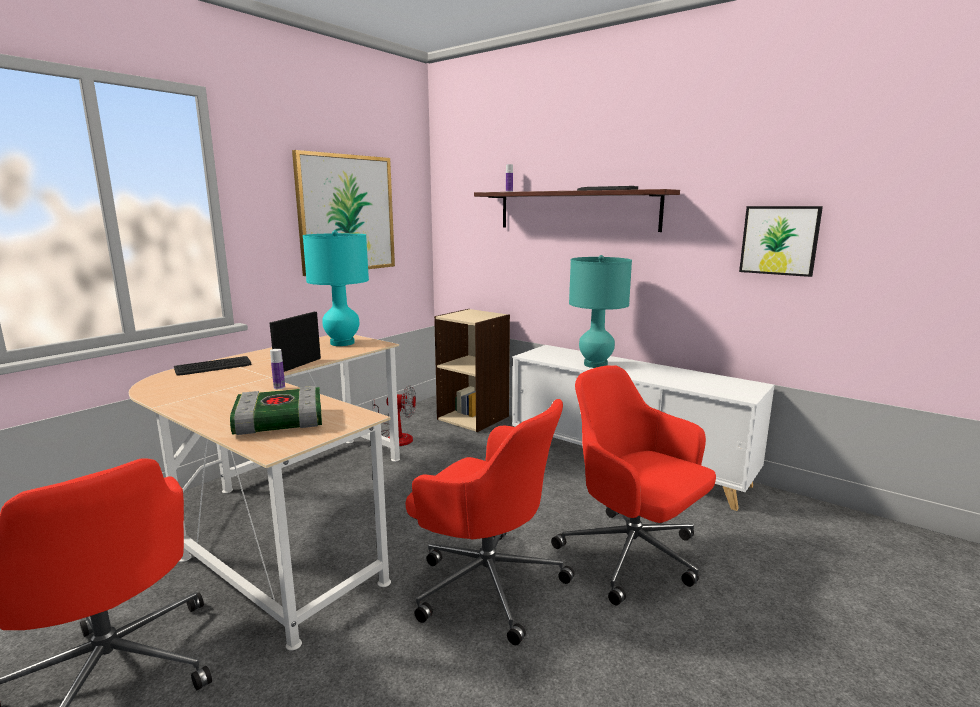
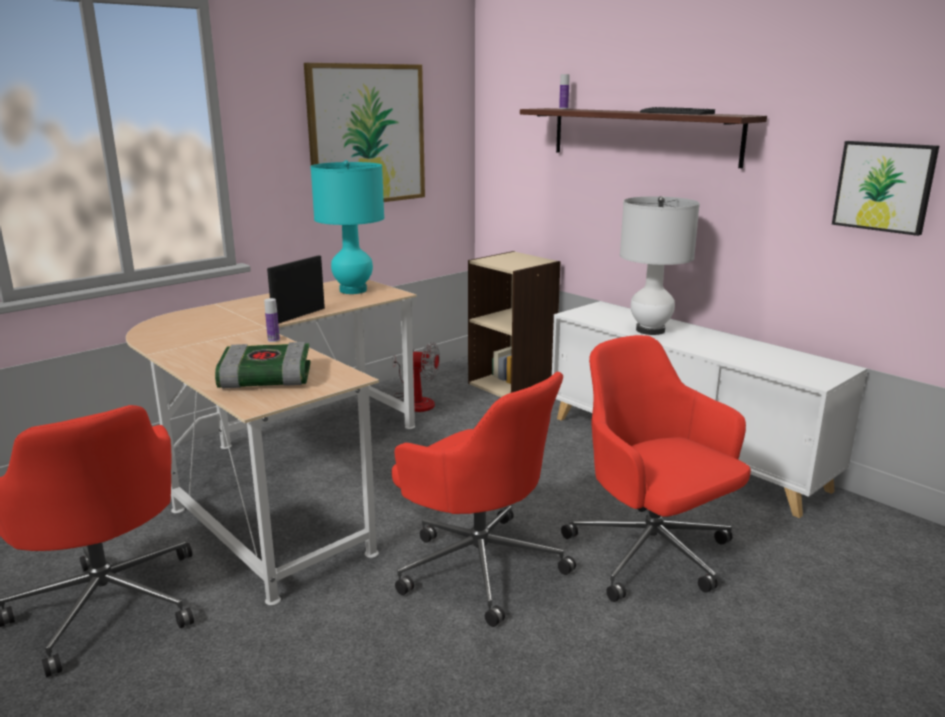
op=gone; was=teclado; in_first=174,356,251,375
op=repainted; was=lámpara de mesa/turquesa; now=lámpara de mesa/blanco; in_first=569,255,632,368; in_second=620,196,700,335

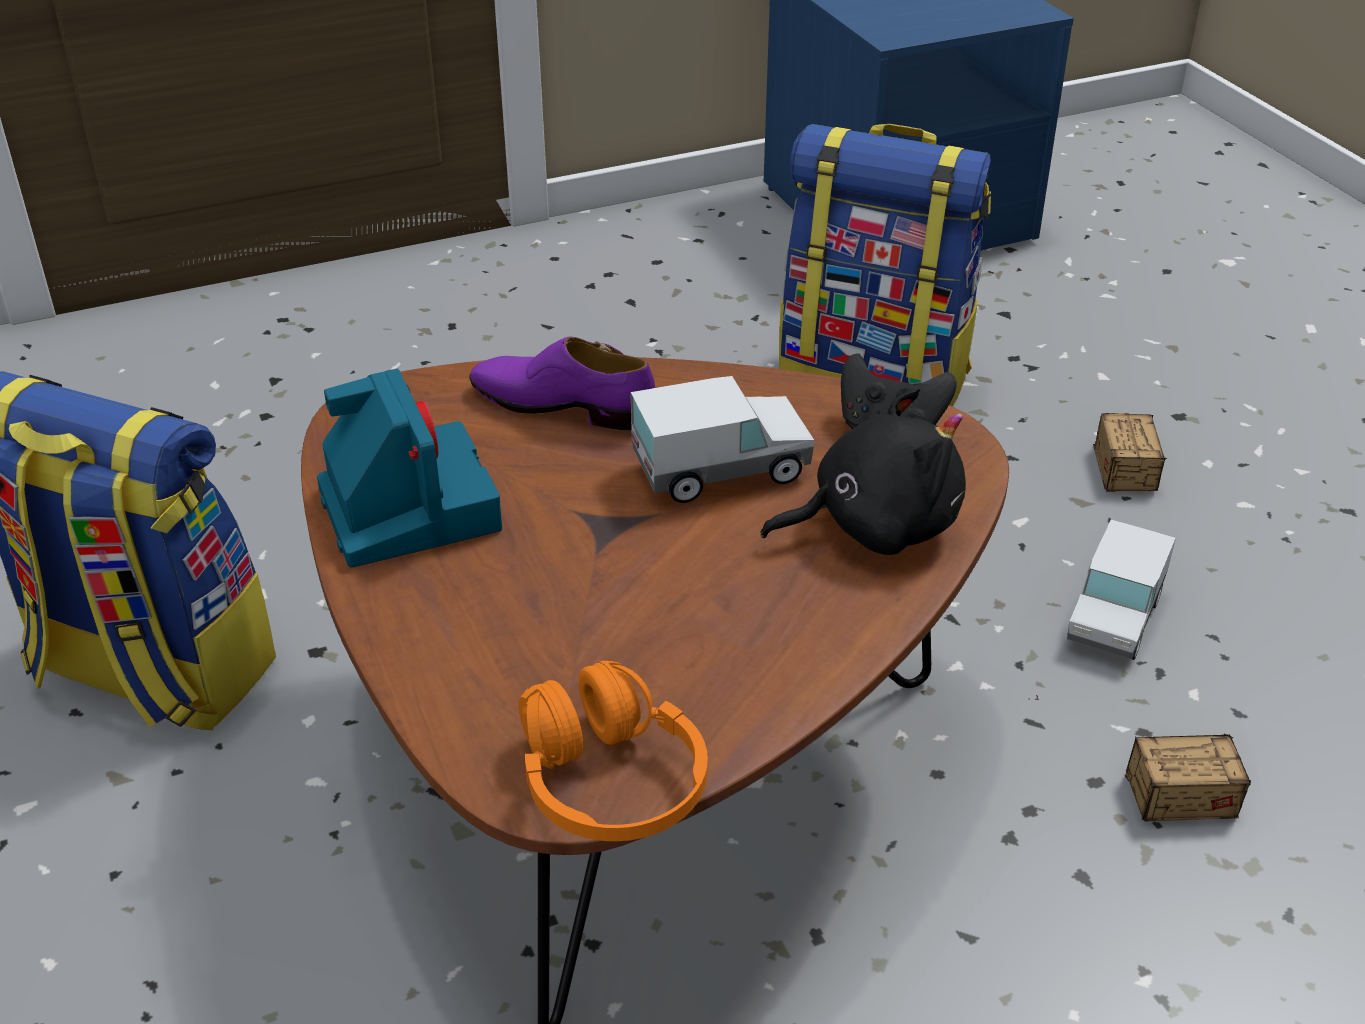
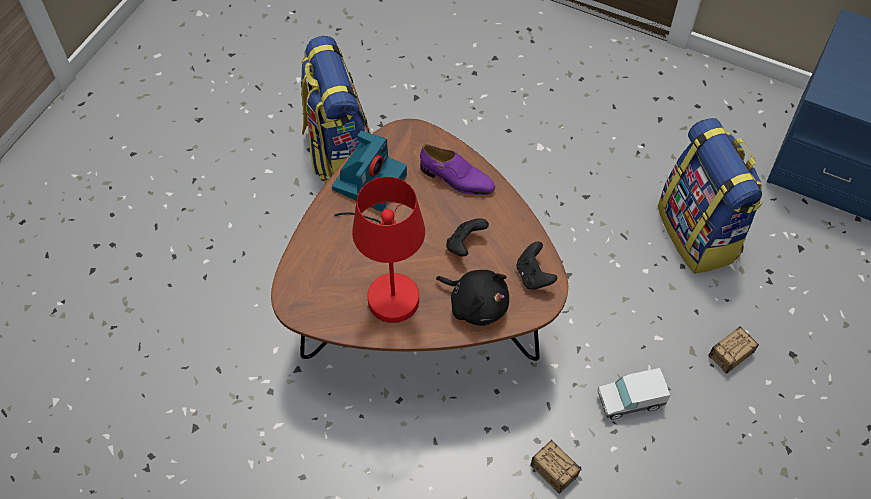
op=gone; was=auriculares/naranja; in_first=518,661,708,841
op=new; now=lámpara de mesa/rojo; in_second=334,177,425,323
op=swapped; was=camión de juguete; now=mando de consola/negro; in_first=631,376,814,503; in_second=446,218,489,257
op=rotated; was=zapato/morado; in_first=469,337,655,430; in_second=420,144,495,195; clockwise=135

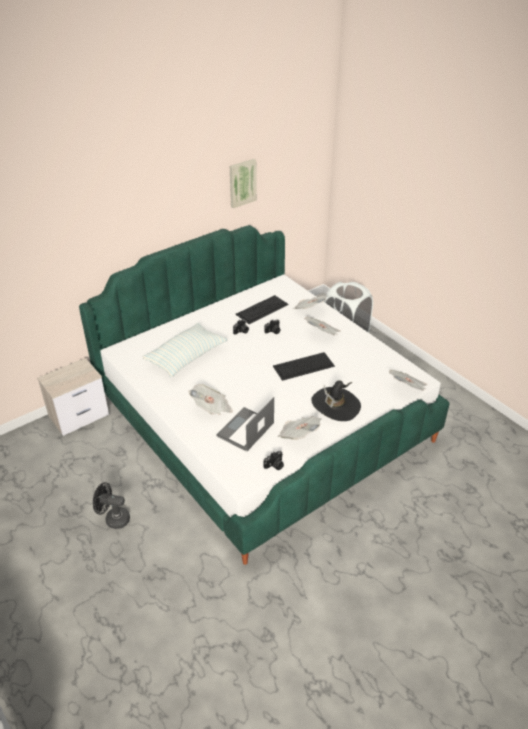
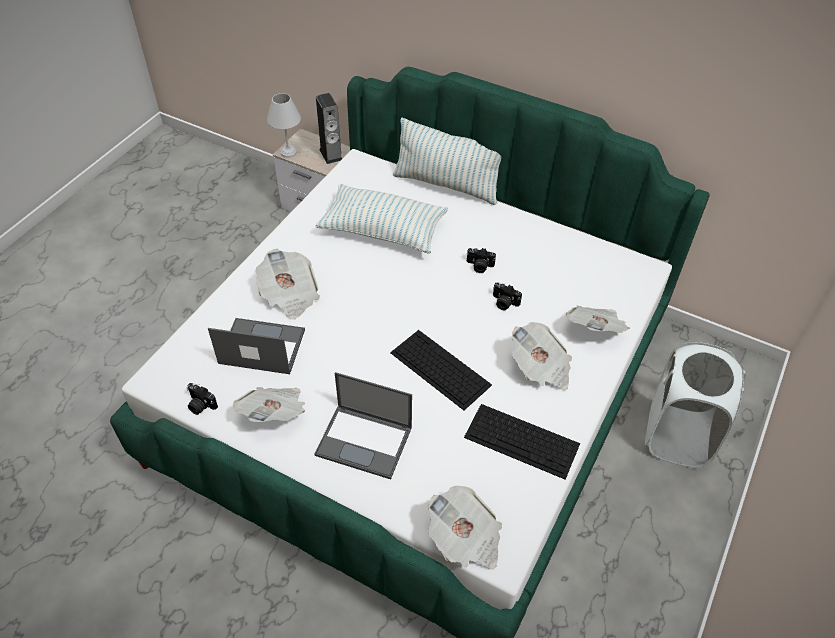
op=gone; was=ventilador/negro; in_first=93,482,130,529
op=gone; was=cuadro; in_first=230,159,257,208
op=new; now=lámpara de mesa/blanco; in_second=267,93,301,158
op=new; now=altavoz; in_second=316,93,342,164
op=new; now=cojín; in_second=393,117,501,205
op=shifted; was=teclado; in_first=235,295,289,324; in_second=464,404,580,480
op=swapped; was=sombrero/negro; now=portátil; in_first=311,380,361,421; in_second=315,372,412,479

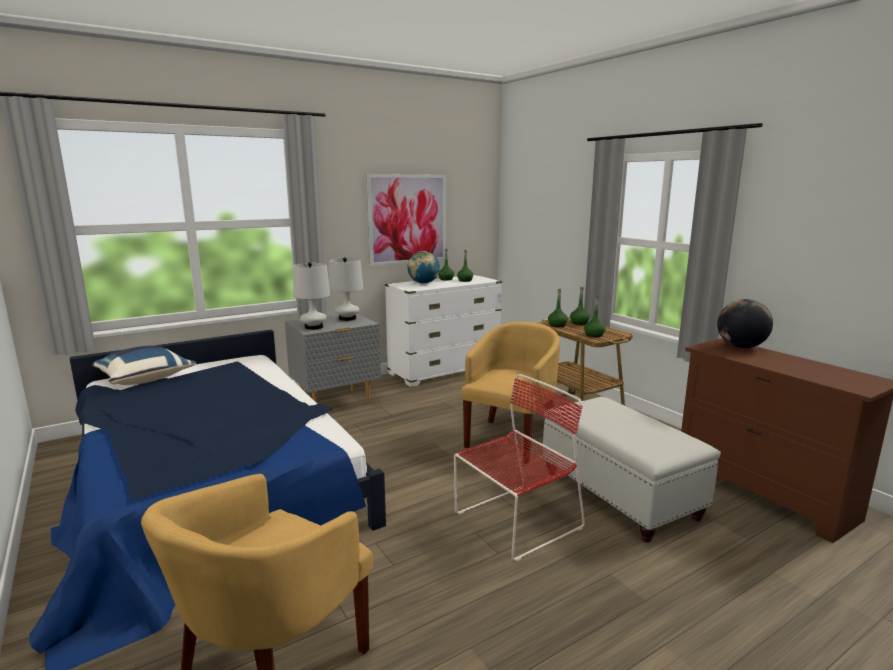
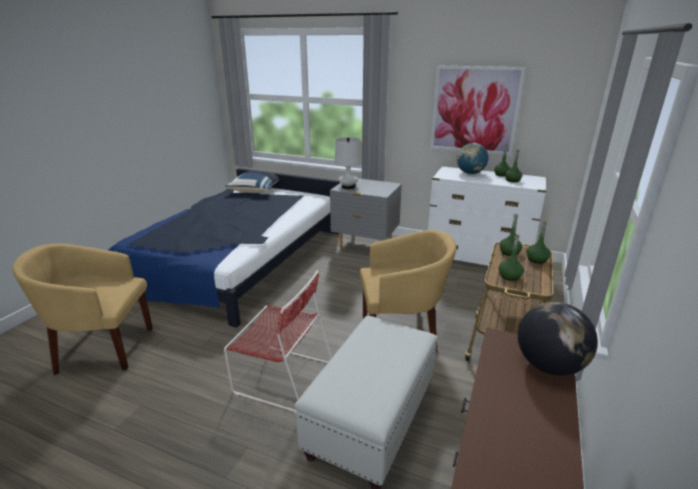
op=gone; was=lámpara de mesa/blanco; in_first=329,258,363,321

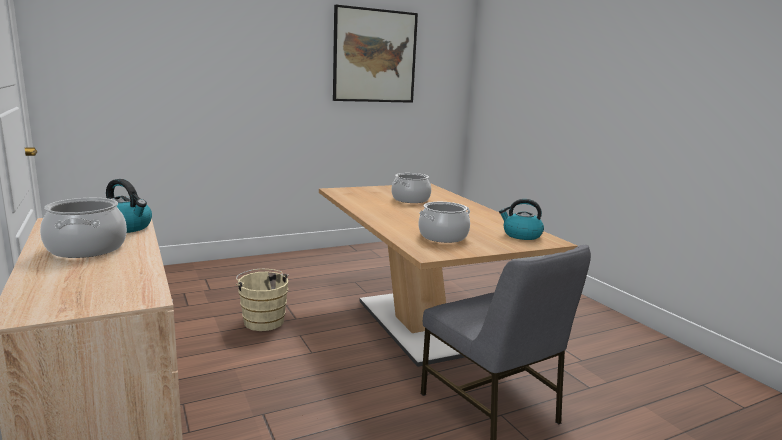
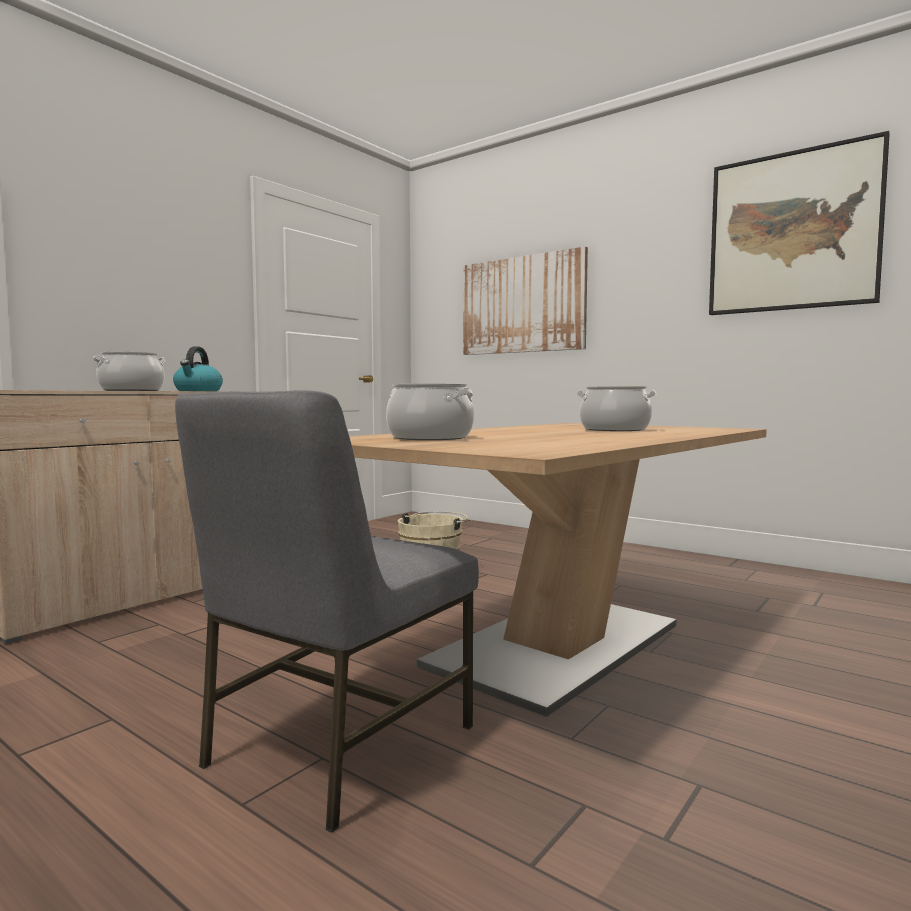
op=gone; was=hervidor; in_first=499,199,544,240
op=new; now=cuadro; in_second=463,247,588,355

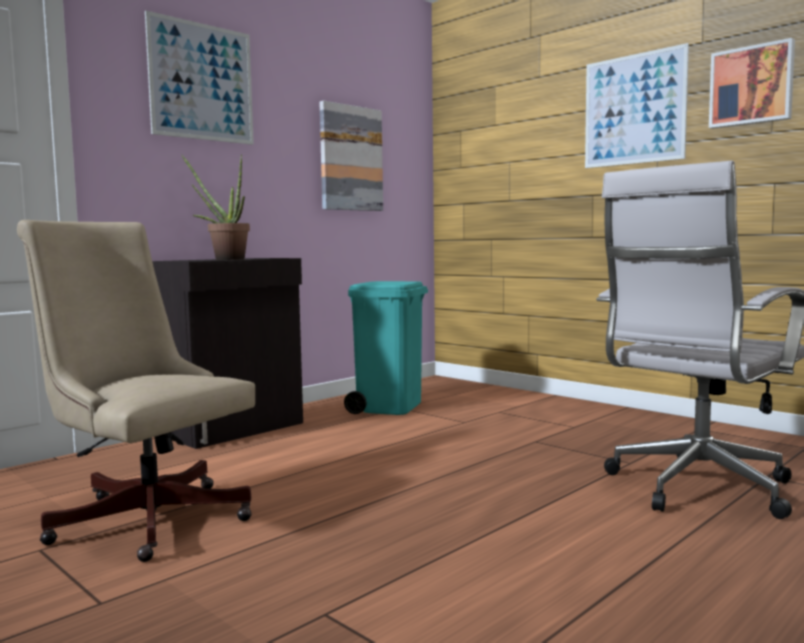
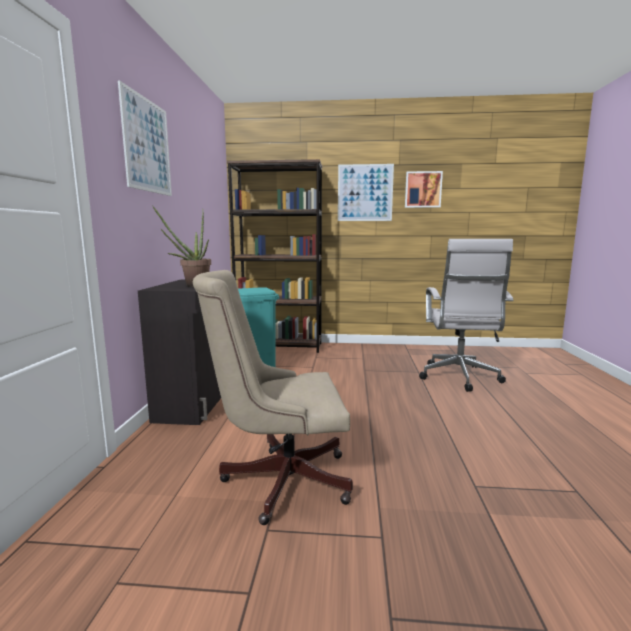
op=gone; was=cuadro; in_first=320,100,383,211
op=new; now=estantería/marrón; in_second=227,159,322,353

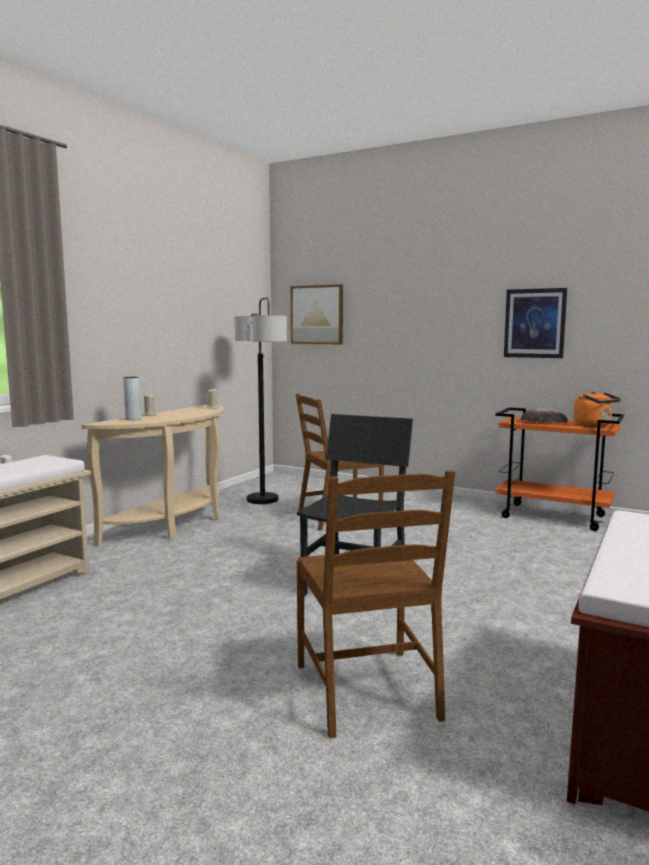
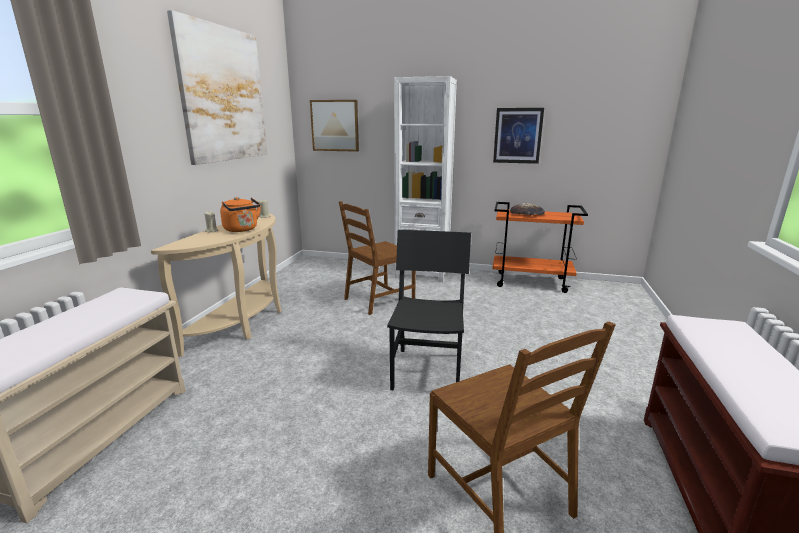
op=gone; was=florero/gris; in_first=123,377,141,420
op=gone; was=lámpara de pie; in_first=234,297,287,504
op=new; now=cuadro; in_second=167,10,267,165
op=new; now=estantería/blanco; in_second=394,76,457,282
op=shifted; was=hervidor/naranja; in_first=574,391,621,427; in_second=220,197,261,232

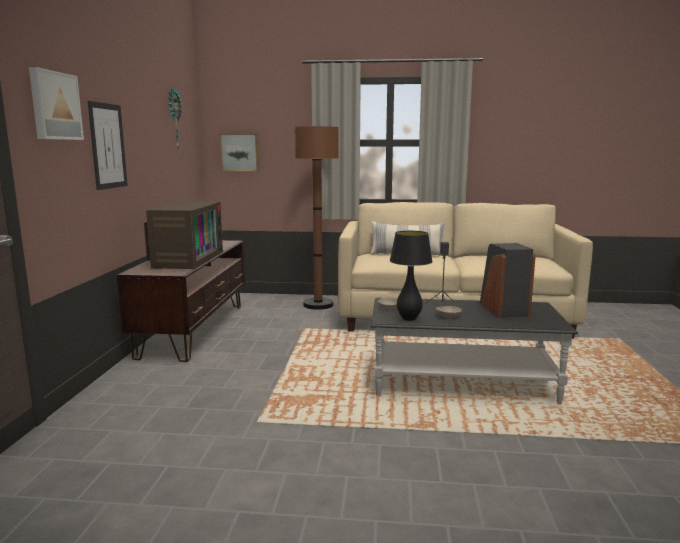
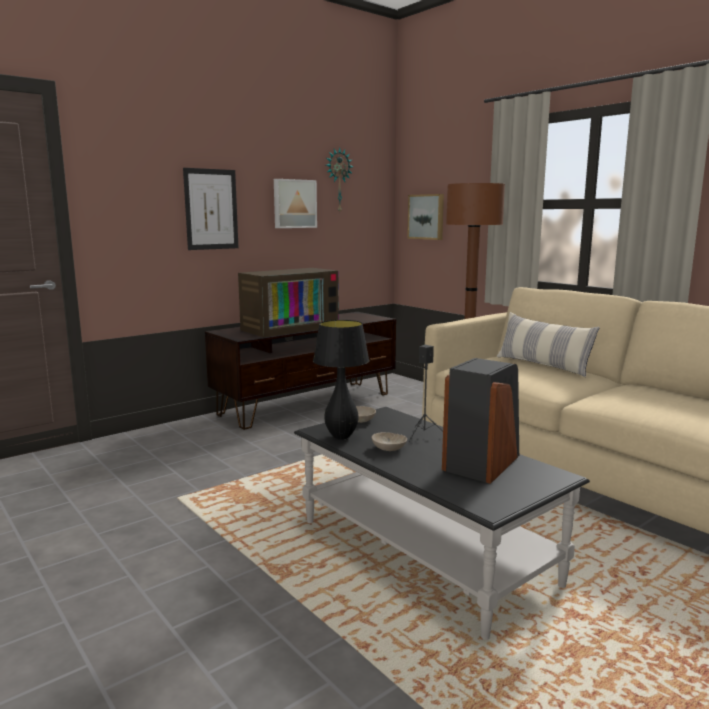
op=shifted; was=cuadro; in_first=29,67,84,140; in_second=274,179,317,228

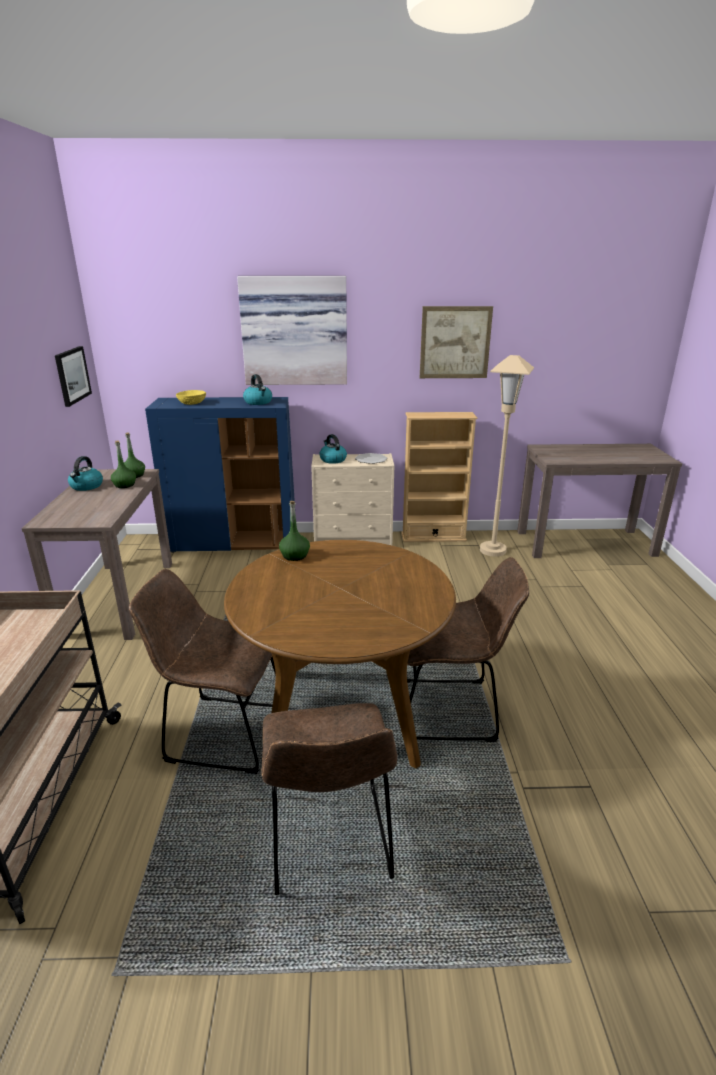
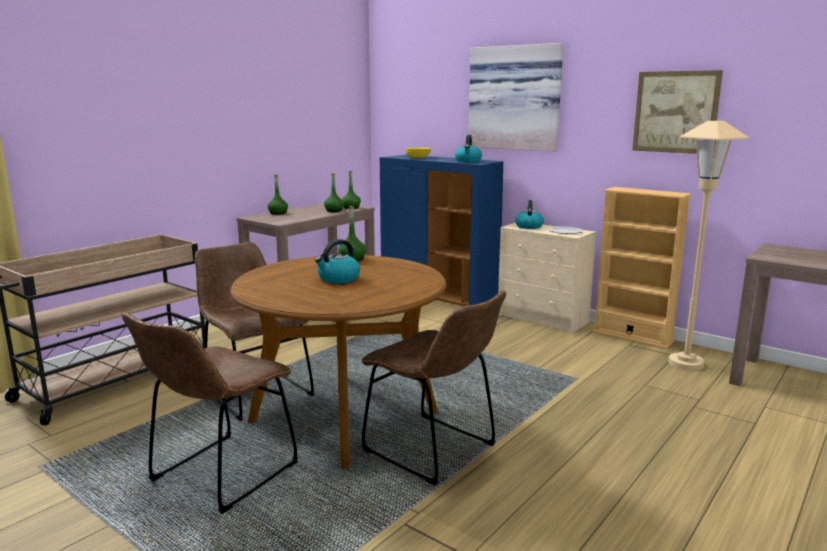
op=gone; was=cuadro; in_first=55,346,92,407
op=new; now=botella/verde; in_second=267,174,288,215
op=shifted; was=hervidor; in_first=68,456,103,491; in_second=315,239,360,283

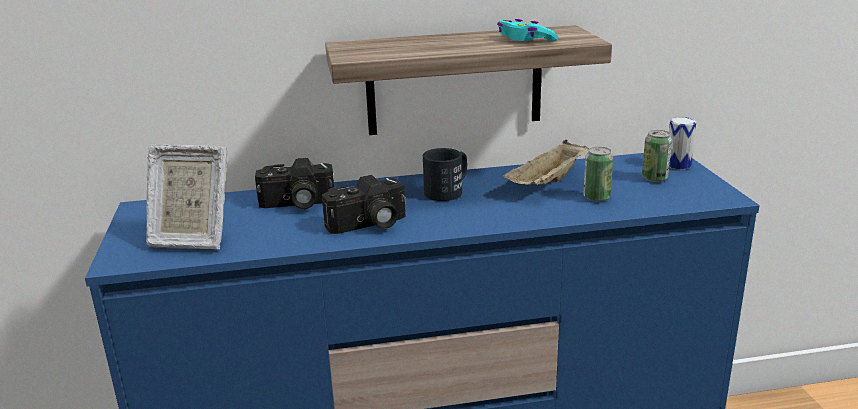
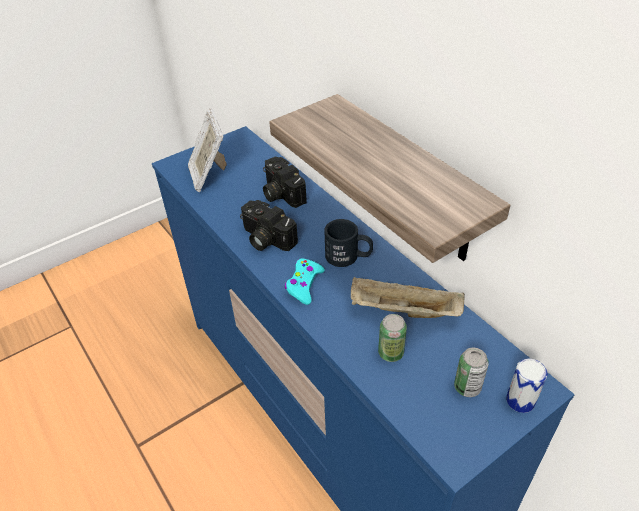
op=shifted; was=mando de consola/turquesa; in_first=497,19,558,41; in_second=285,259,325,305

